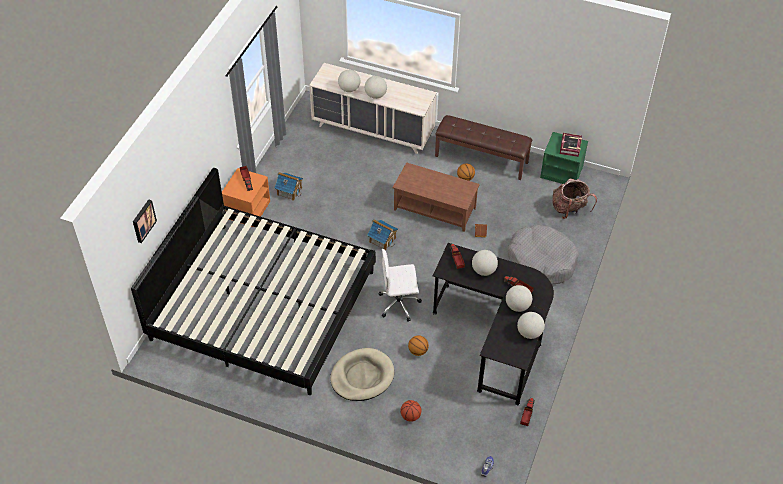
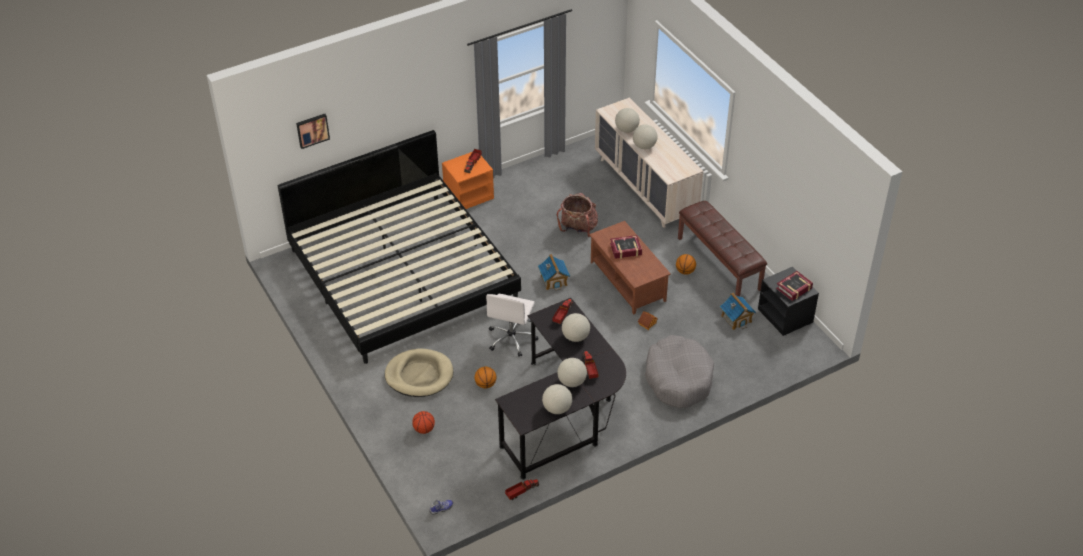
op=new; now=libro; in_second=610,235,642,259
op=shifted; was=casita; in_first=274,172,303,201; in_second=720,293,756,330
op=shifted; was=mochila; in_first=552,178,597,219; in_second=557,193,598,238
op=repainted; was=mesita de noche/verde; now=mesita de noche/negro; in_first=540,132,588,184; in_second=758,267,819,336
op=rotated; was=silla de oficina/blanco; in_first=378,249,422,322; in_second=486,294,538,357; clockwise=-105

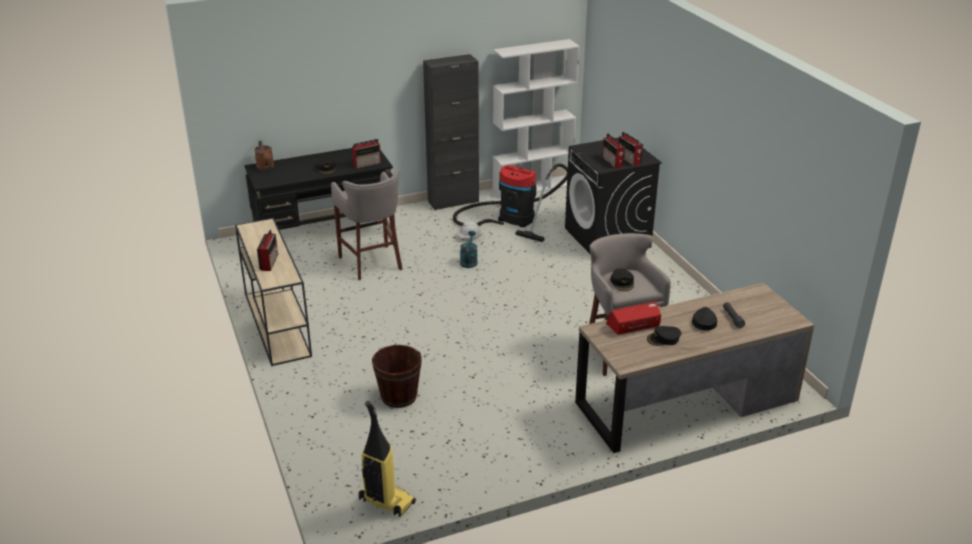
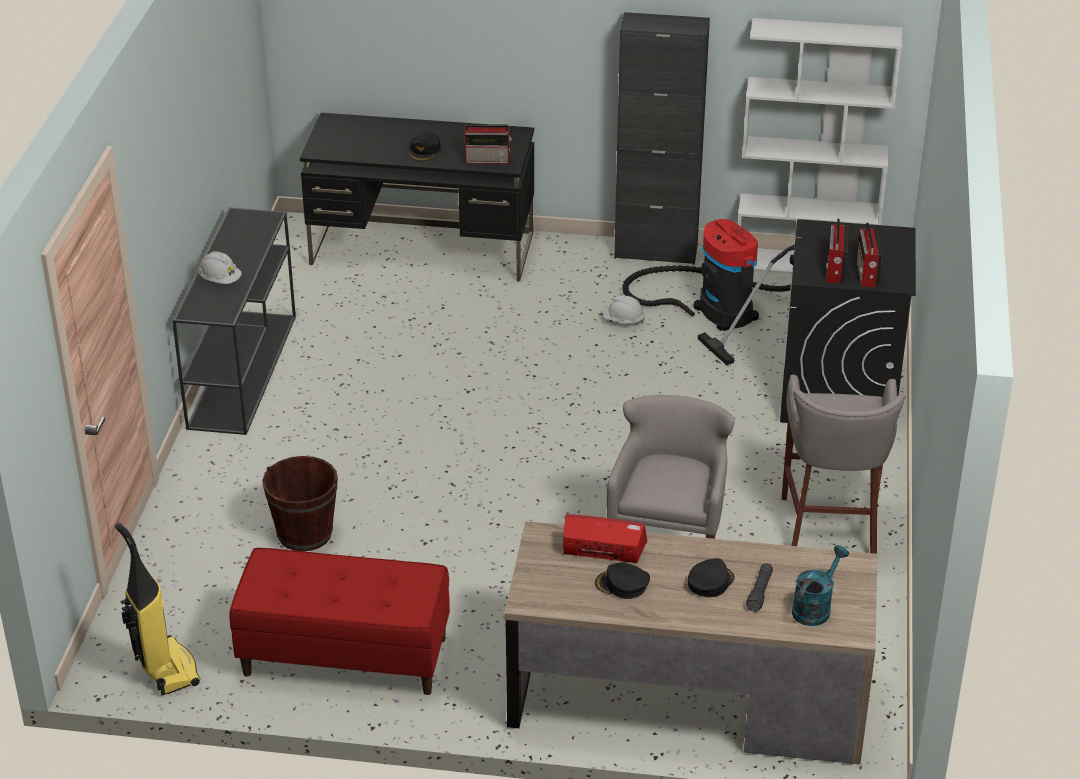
op=gone; was=regadera/marrón; in_first=254,141,274,170
op=gone; was=gorra/negro; in_first=611,268,634,291
op=new; now=banco/rojo; in_second=229,548,450,695
op=shifted; was=taburete/gris; in_first=331,170,403,280; in_second=782,375,906,554
op=shifted; was=regadera/turquesa; in_first=460,231,477,268; in_second=792,545,849,626
op=swapped; was=radio; now=casco/blanco; in_first=257,230,278,271; in_second=198,251,242,284
op=repainted; was=mesa consola/beis; now=mesa consola/negro; in_first=235,218,312,366; in_second=172,207,296,435

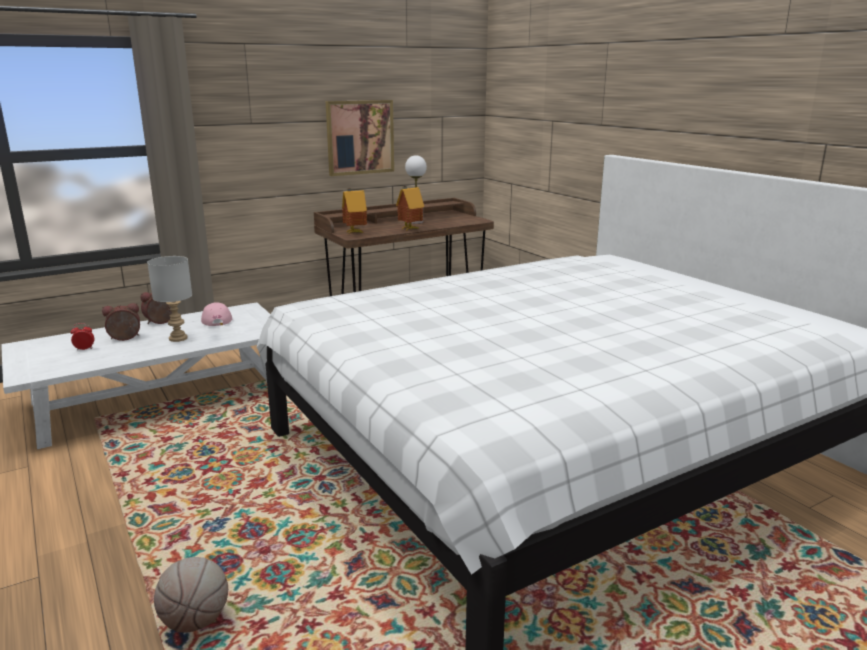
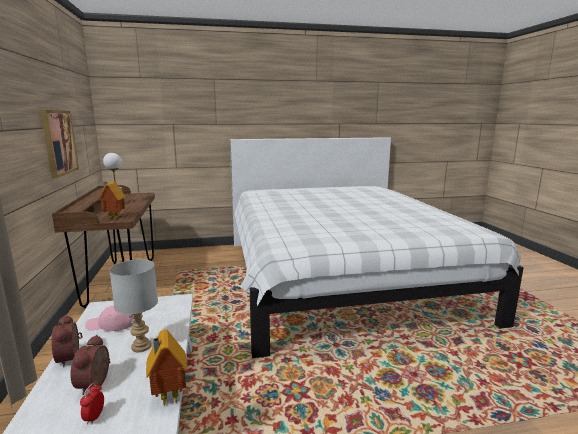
op=gone; was=balón de baloncesto; in_first=154,557,228,633
op=shifted; was=casita; in_first=396,186,424,231; in_second=146,330,187,407

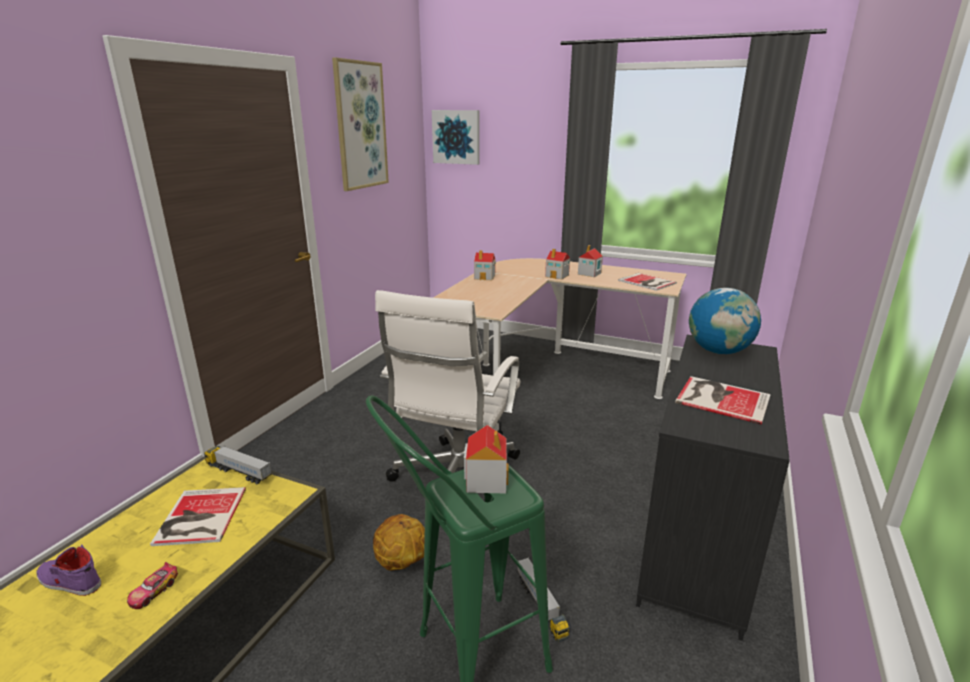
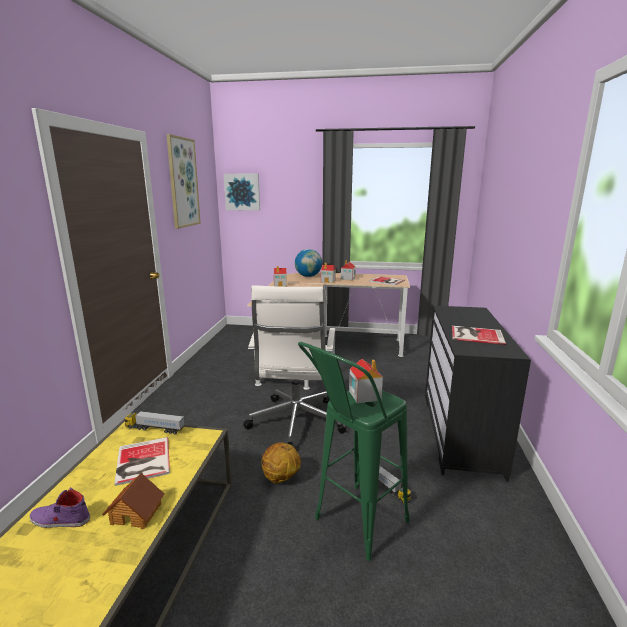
op=shifted; was=globo terráqueo; in_first=689,288,761,354; in_second=295,249,322,277
op=swapped; was=coche de juguete; now=casita; in_first=127,562,178,609; in_second=102,472,165,529

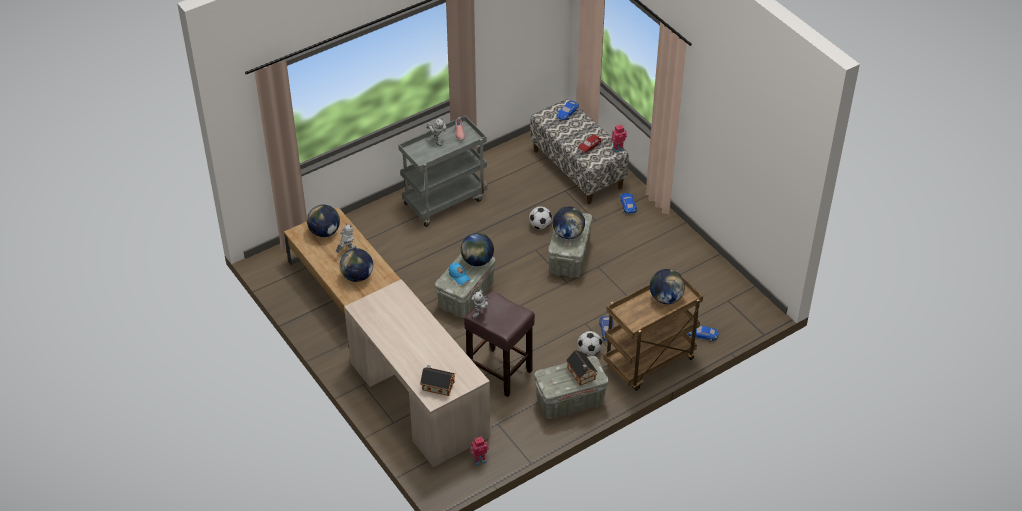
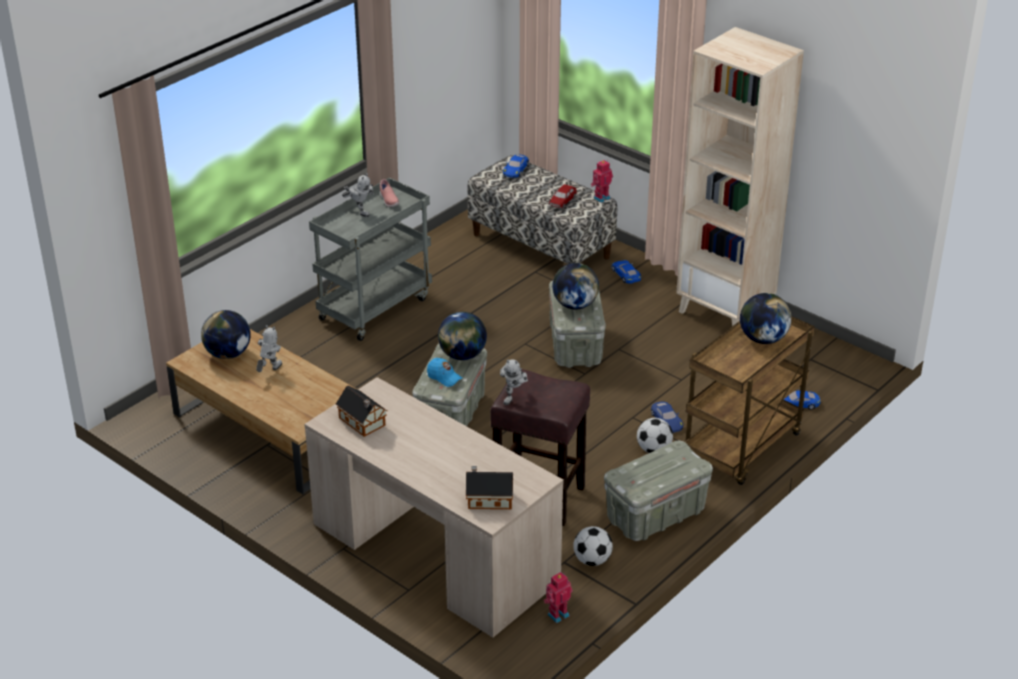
op=gone; was=globo terráqueo; in_first=340,248,373,282
op=new; now=estantería/beis; in_second=676,27,804,326
op=shifted; was=balón de fútbol; in_first=529,206,552,229; in_second=573,526,613,566
op=shifted; was=casita; in_first=566,350,597,386; in_second=336,385,387,437

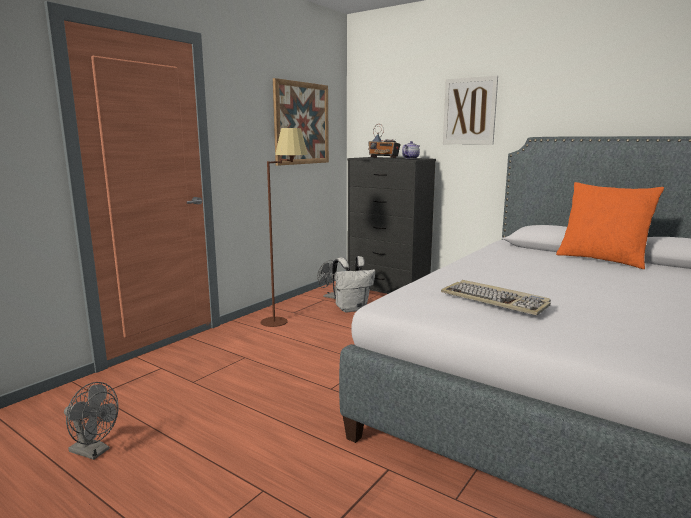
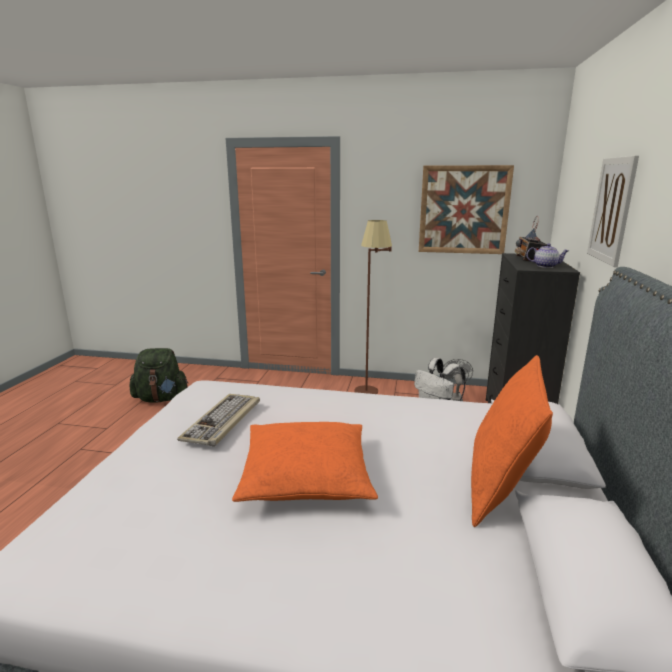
op=new; now=cojín/naranja; in_second=232,422,378,502
op=swapped; was=ventilador/gris; now=mochila/verde; in_first=64,382,119,460; in_second=129,348,188,403

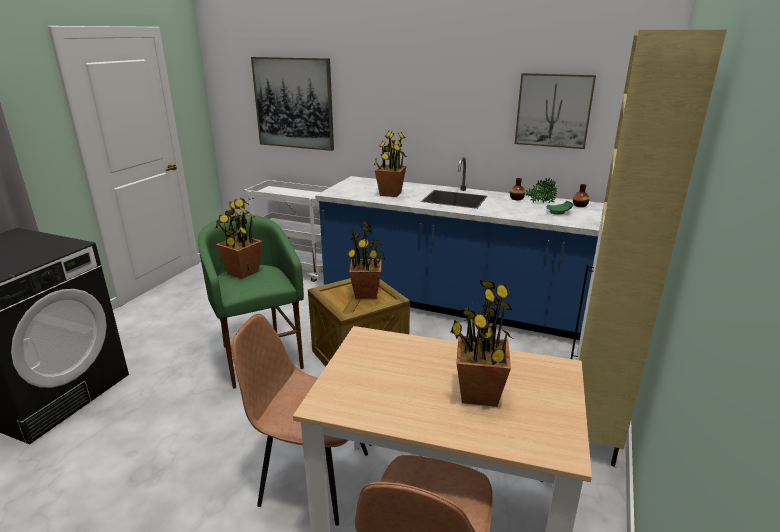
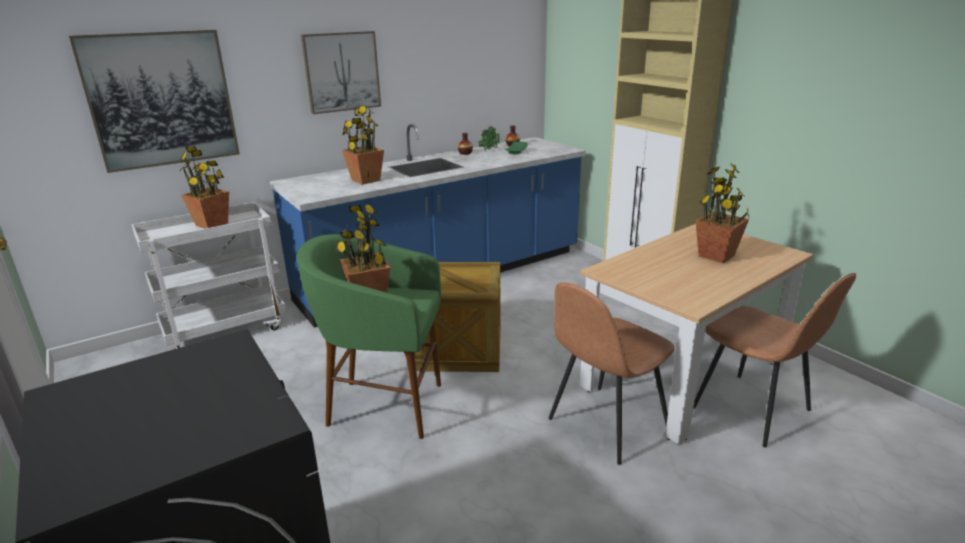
op=shifted; was=planta en maceta; in_first=347,220,385,299; in_second=180,146,229,229
op=shifted; was=cuadro; in_first=514,73,596,149; in_second=301,31,381,114

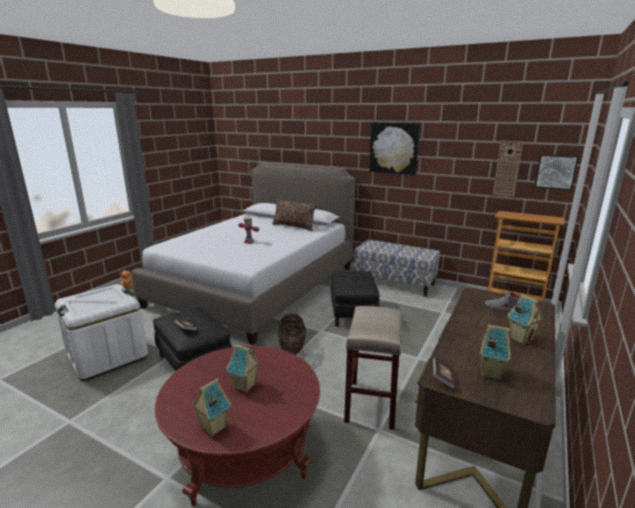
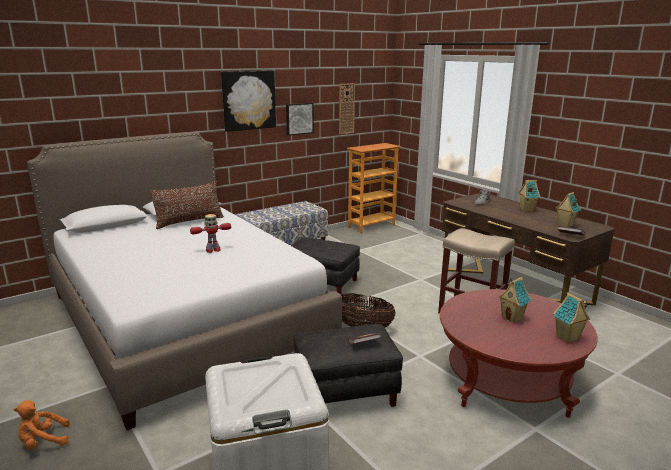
op=shifted; was=cuadro; in_first=535,154,579,190; in_second=286,103,314,136

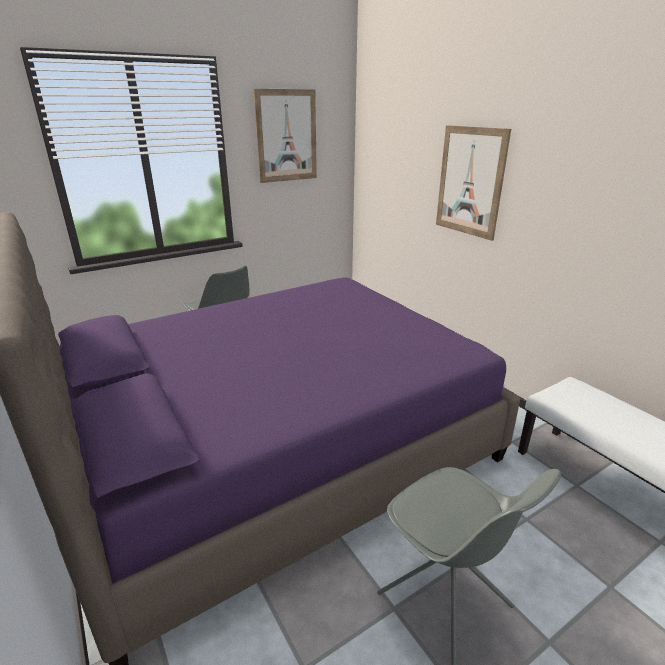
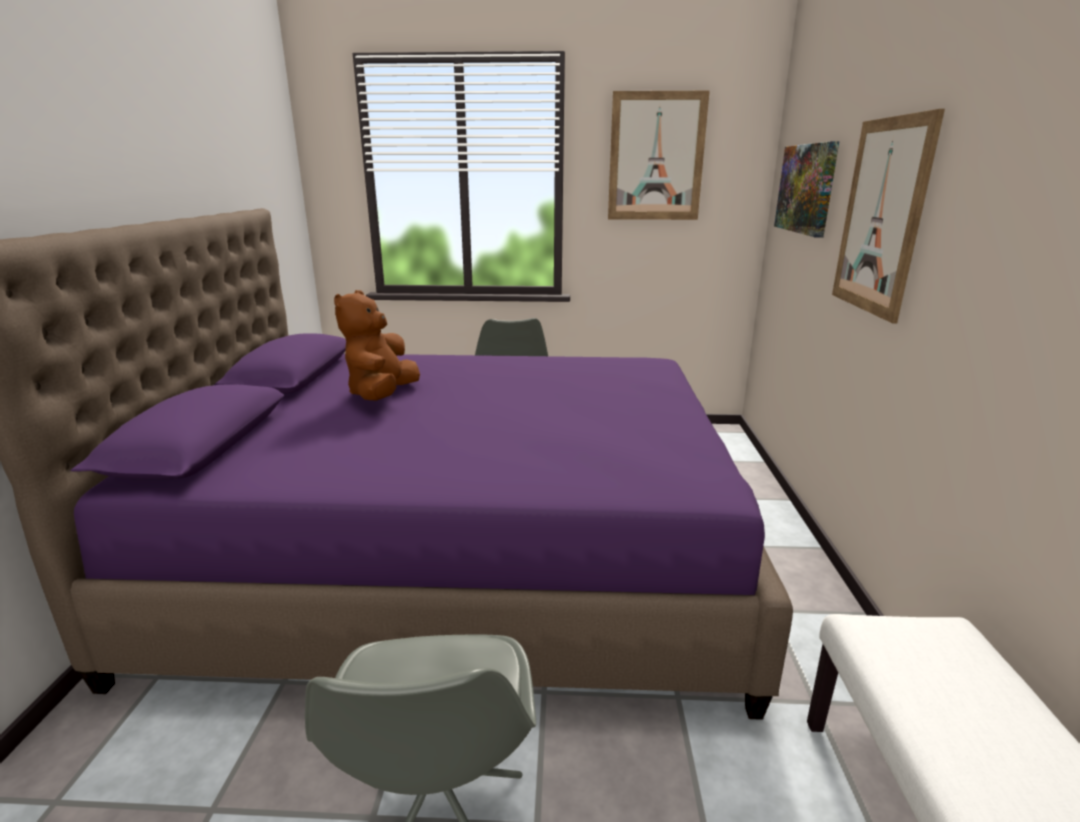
op=new; now=peluche/marrón; in_second=334,290,420,400
op=new; now=cuadro; in_second=774,141,839,238

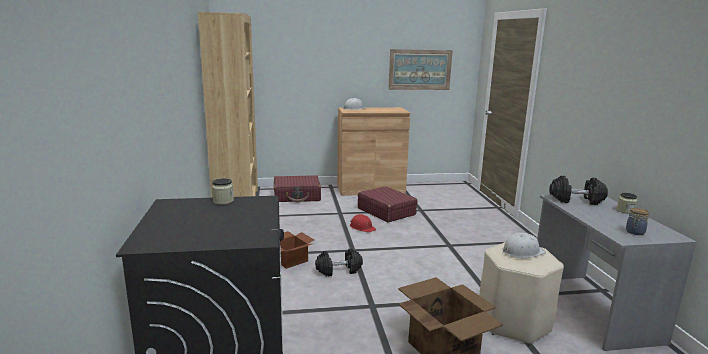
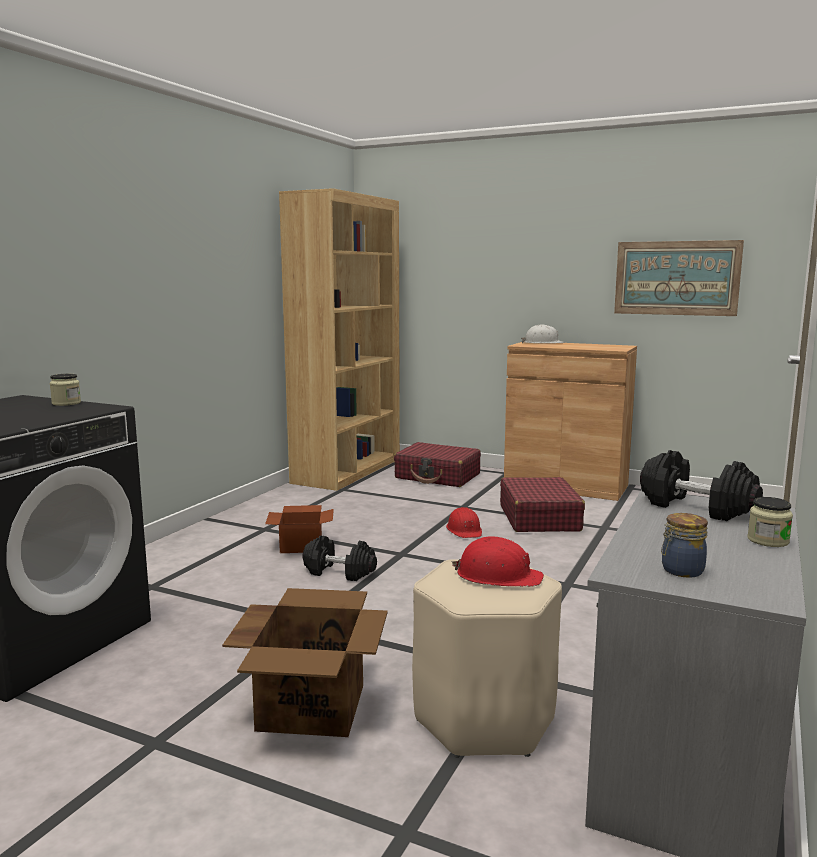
op=repainted; was=casco/blanco; now=casco/rojo; in_first=502,233,546,258; in_second=452,536,544,587

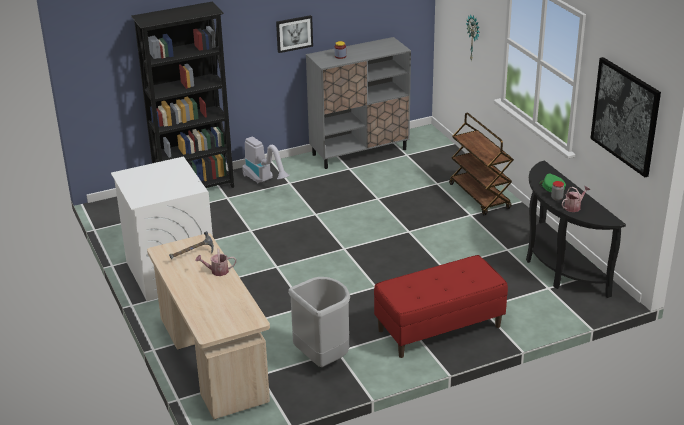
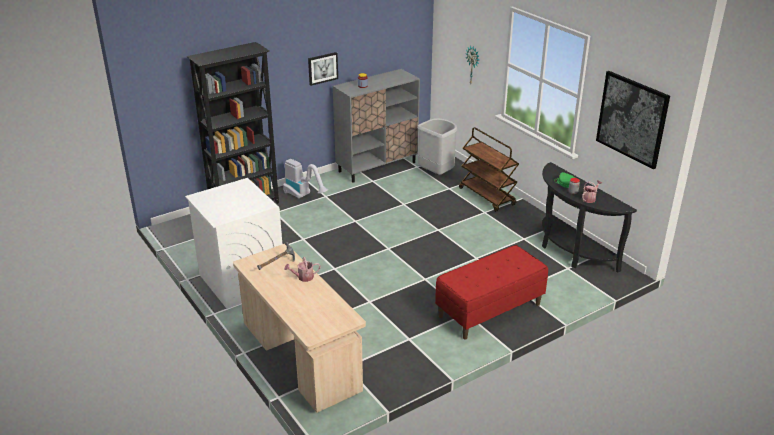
op=shifted; was=papelera/gris; in_first=288,277,350,367; in_second=417,118,457,175

